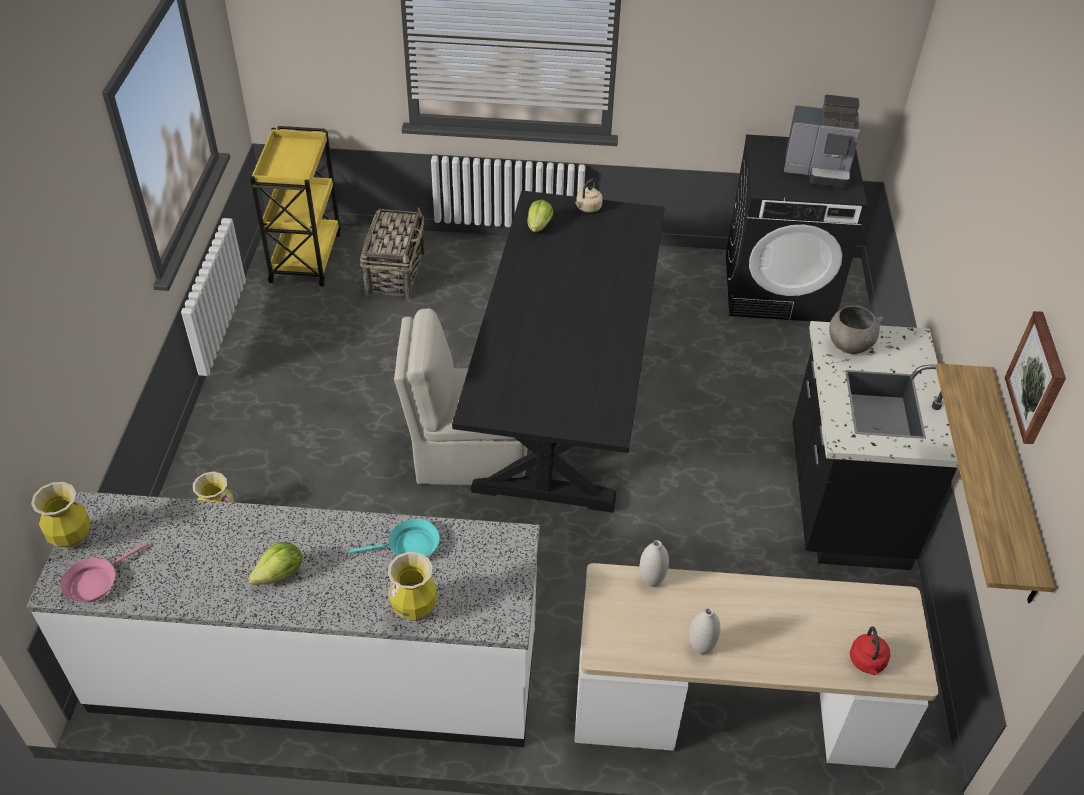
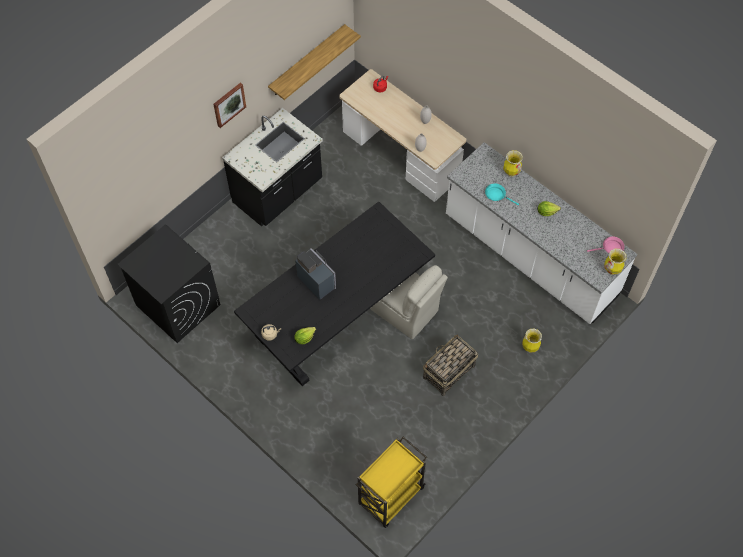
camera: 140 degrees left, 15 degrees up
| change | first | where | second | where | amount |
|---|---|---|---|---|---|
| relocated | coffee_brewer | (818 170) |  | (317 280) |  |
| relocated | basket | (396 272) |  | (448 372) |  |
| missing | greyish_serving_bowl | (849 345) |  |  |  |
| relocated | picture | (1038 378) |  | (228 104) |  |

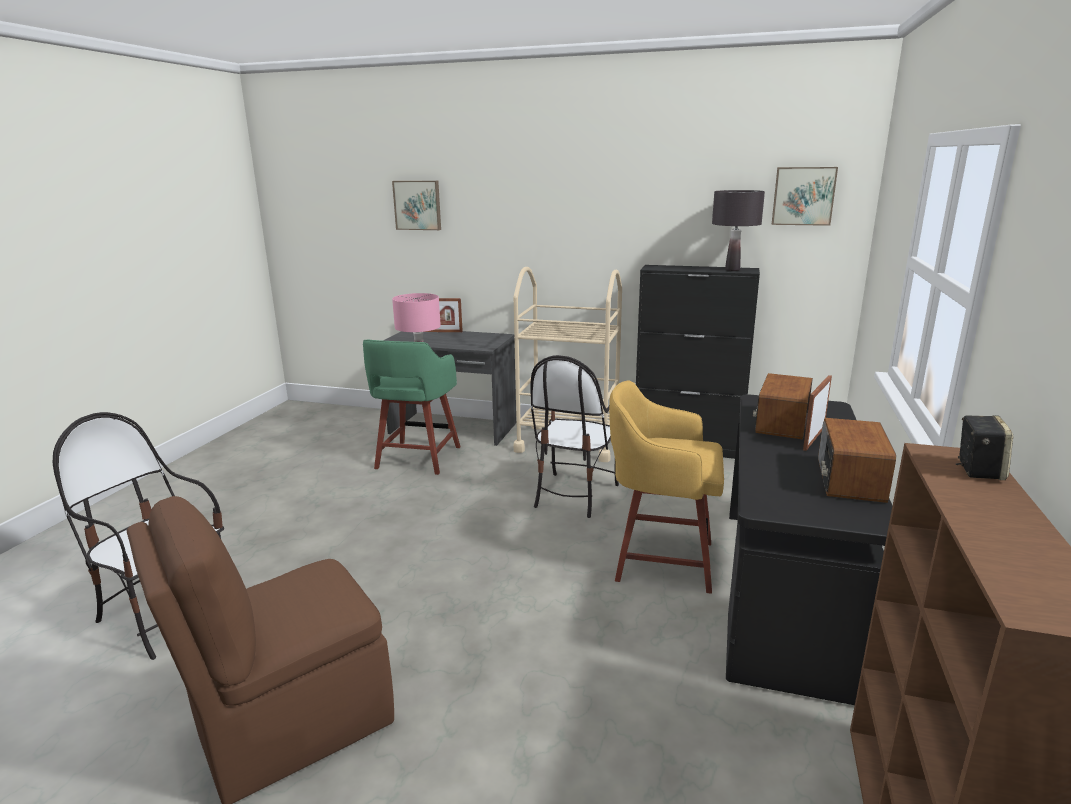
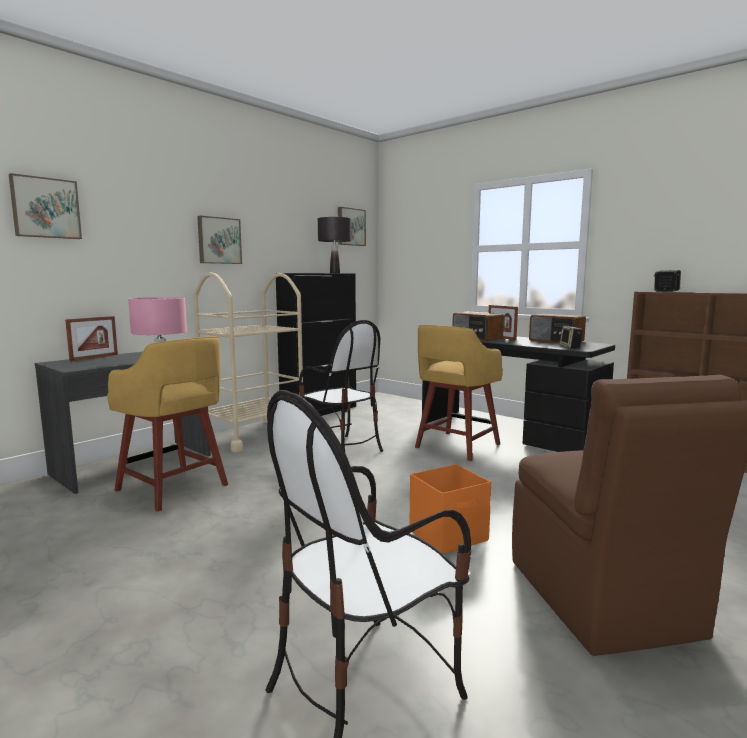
camera: 65 degrees left, 10 degrees down
| change | first | where | second | where | amount |
|---|---|---|---|---|---|
| colour | green-coloured_stool_seat | (417 459) | yellow-coloured_stool_seat | (173 489) |  |
| appeared |  |  | picture | (219 240) |  |
| appeared |  |  | audio_speaker | (571 347) |  |
| appeared |  |  | orangey_storage_box | (449 535) |  |

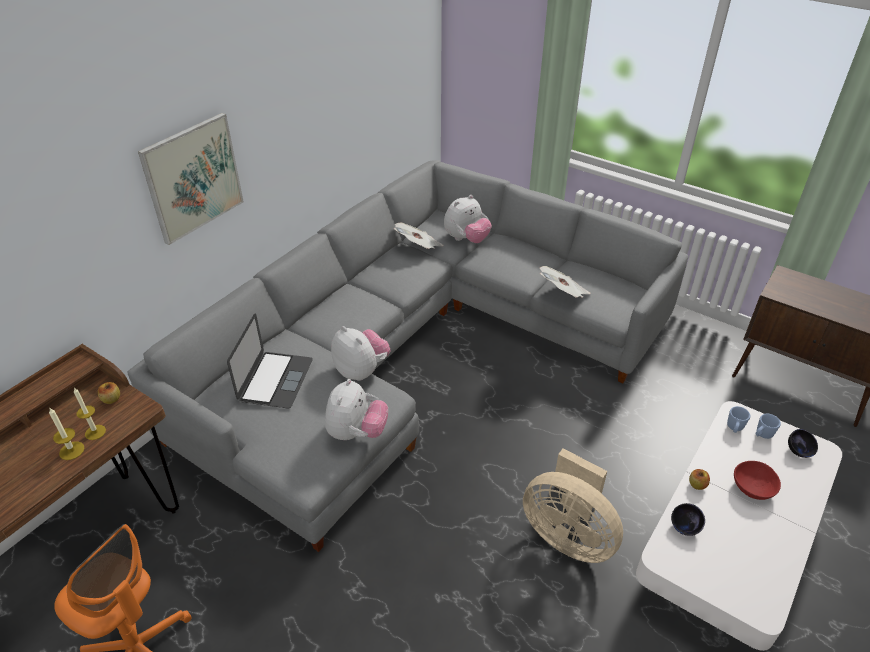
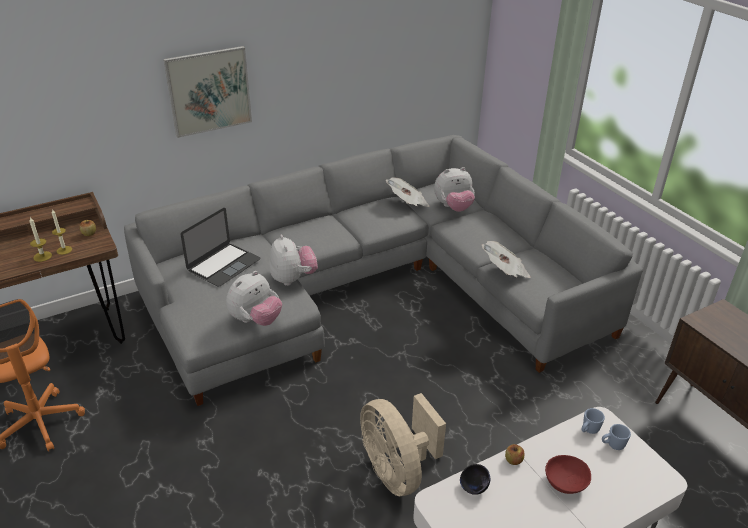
camera: 25 degrees right, 5 degrees down
| change | first | where | second | where | amount |
|---|---|---|---|---|---|
| missing | black-coloured_serving_bowl | (798 451) |  |  |  |

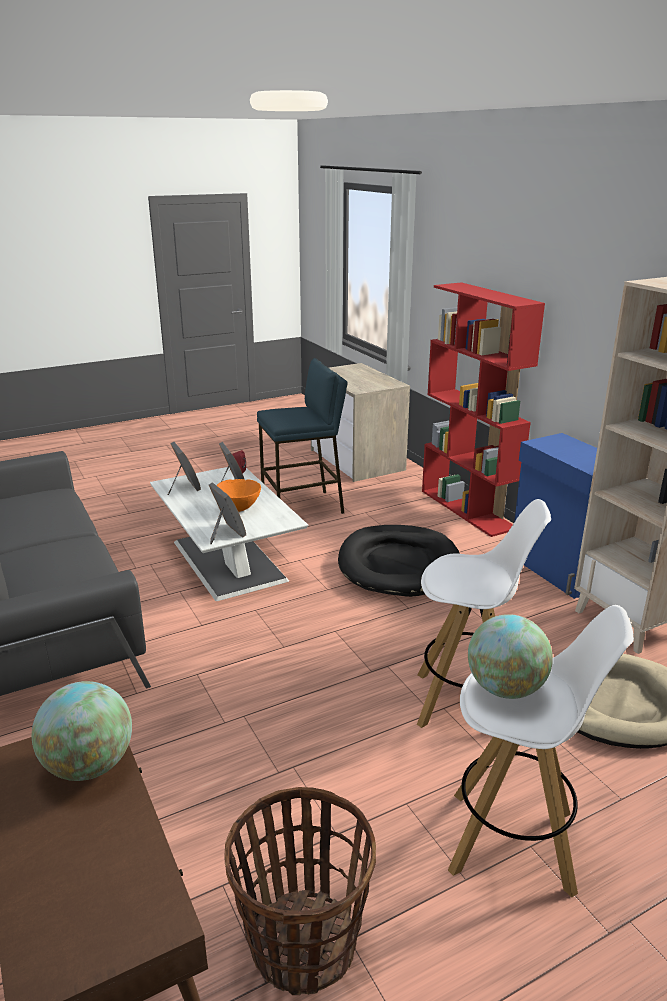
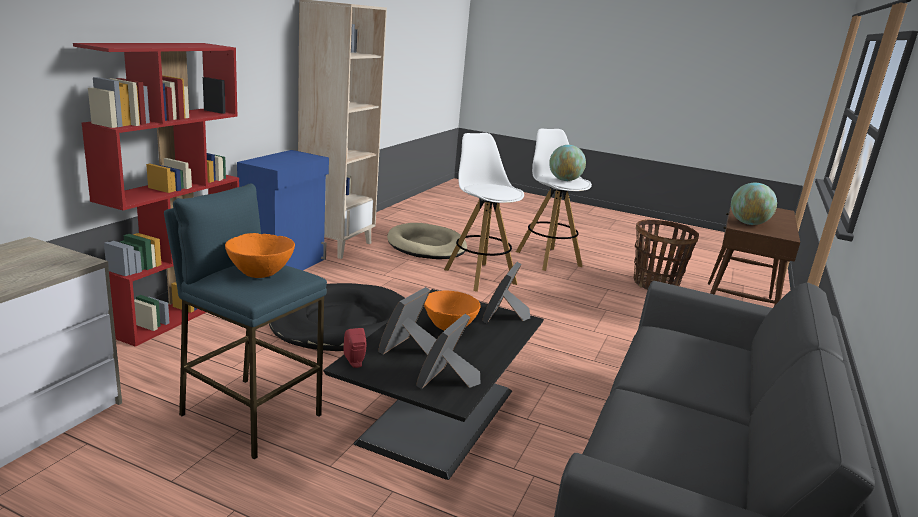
camera: 130 degrees left, 5 degrees down
| change | first | where | second | where | amount |
|---|---|---|---|---|---|
| colour | white-coloured_coffee_table | (227 559) | black-coloured_coffee_table | (438 417) |  |
| appeared |  |  | orangey_serving_bowl | (260 274) |  |

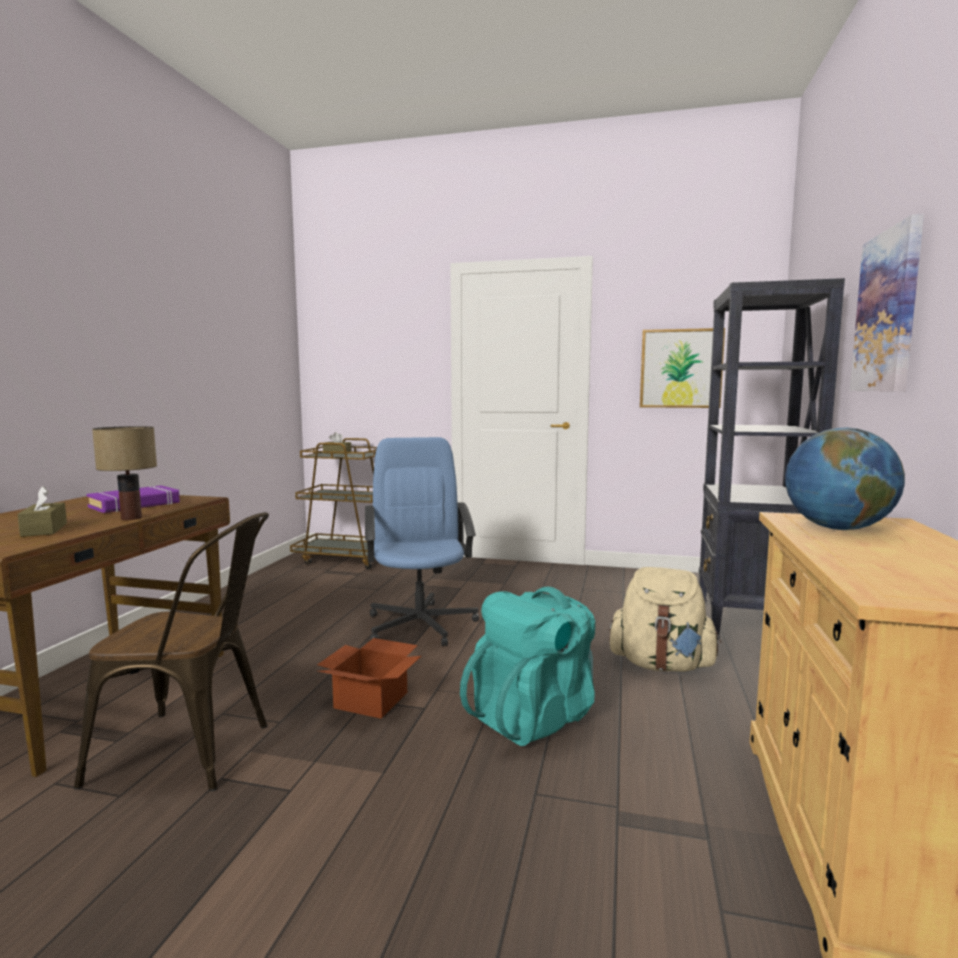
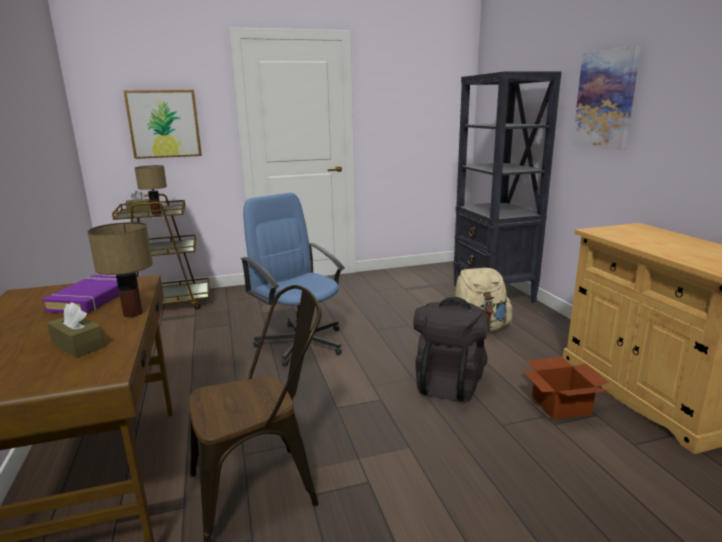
camera: 30 degrees left, 10 degrees up
| change | first | where | second | where | amount |
|---|---|---|---|---|---|
| relocated | picture | (681 368) |  | (164 124) |  |
| missing | desk_globe | (837 528) |  |  |  |
| colour | turquoise_rucksack | (534 716) | black-coloured_rucksack | (449 382) |  |
| relocated | cardboard_box | (373 699) |  | (561 404) |  |
| appeared |  |  | lamp_for_a_table | (156 213) |  |

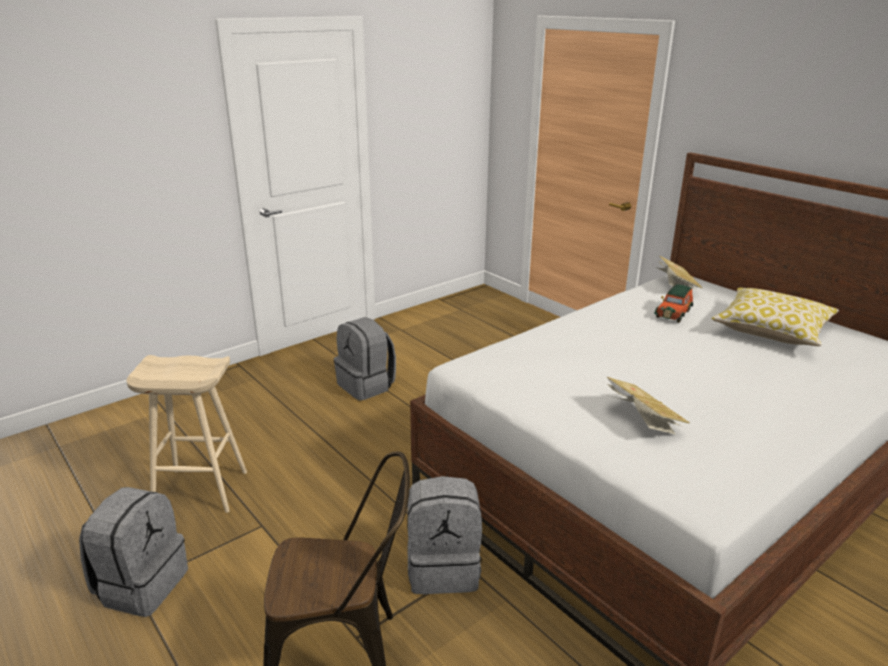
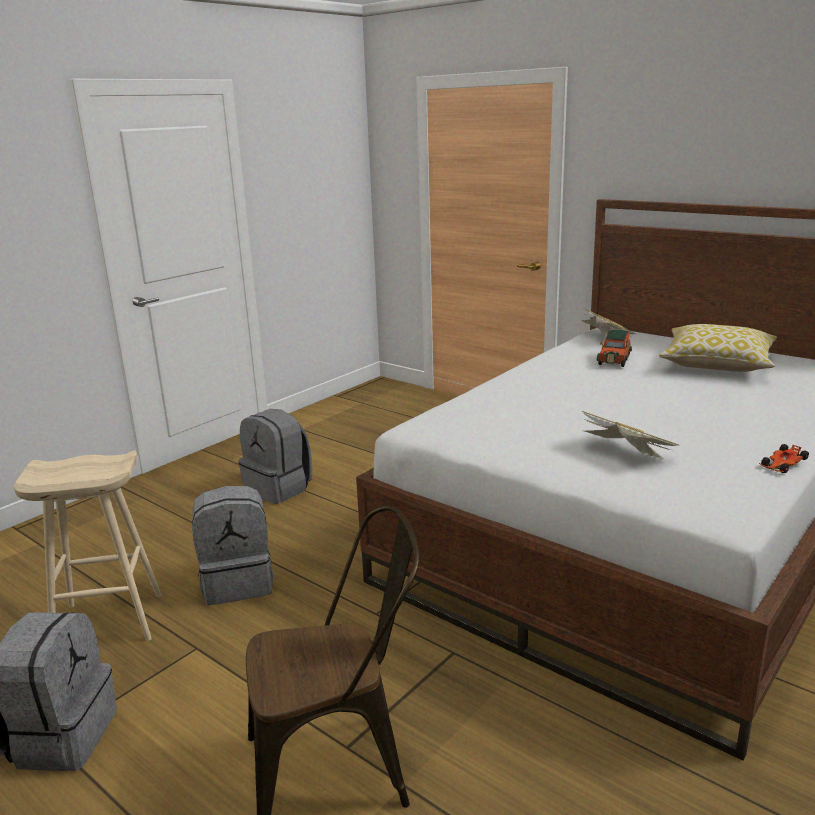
camera: 10 degrees left, 5 degrees down
| change | first | where | second | where | amount |
|---|---|---|---|---|---|
| relocated | greyish_rucksack | (443 568) |  | (238 582) |  |
| appeared |  |  | toy_car | (782 465) |  |

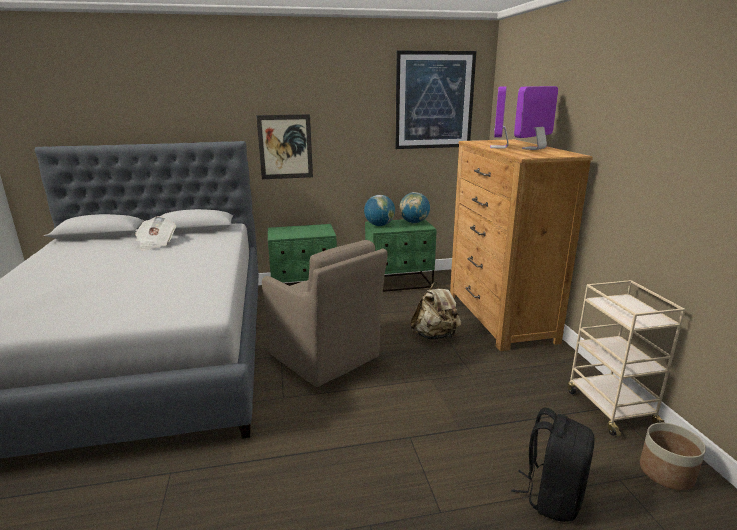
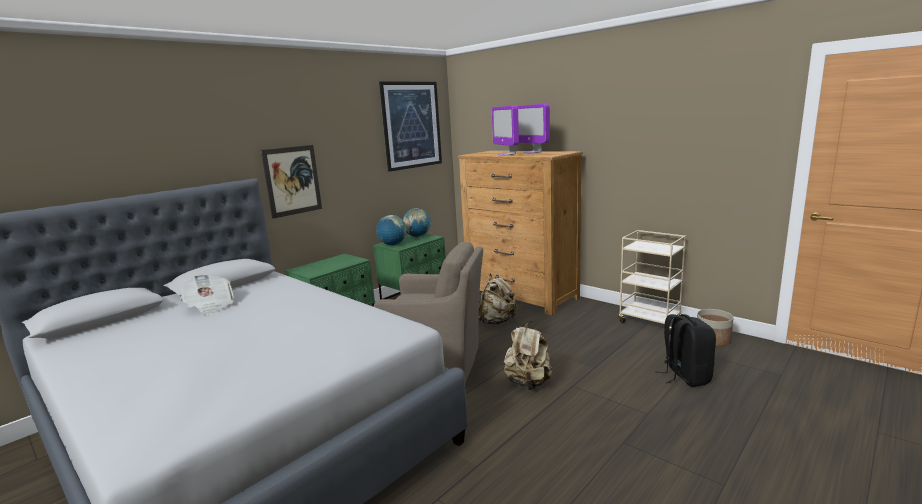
camera: 35 degrees left, 5 degrees down
| change | first | where | second | where | amount |
|---|---|---|---|---|---|
| spun | computer_display | (533 149) |  | (532 152) | 45 degrees counterclockwise |
| appeared |  |  | beige_rucksack | (528 383) |  |

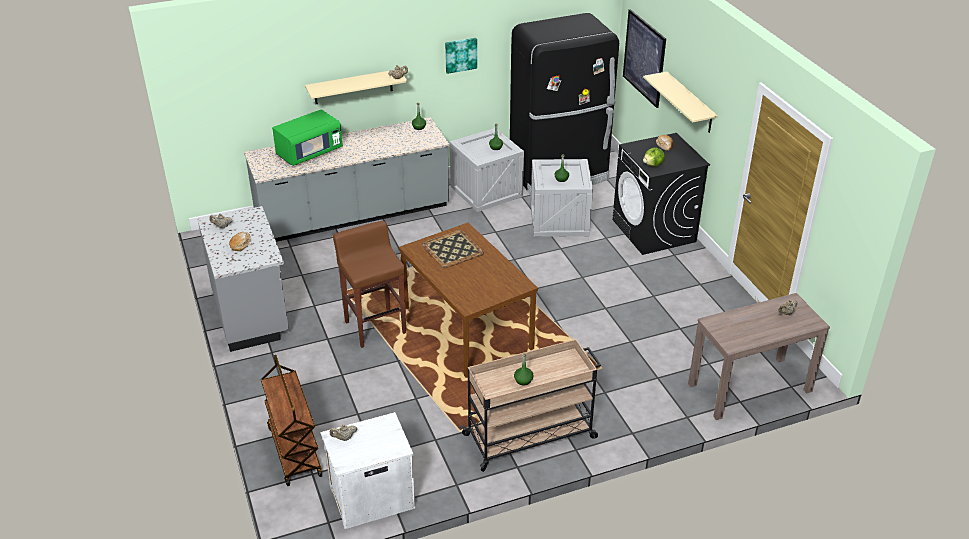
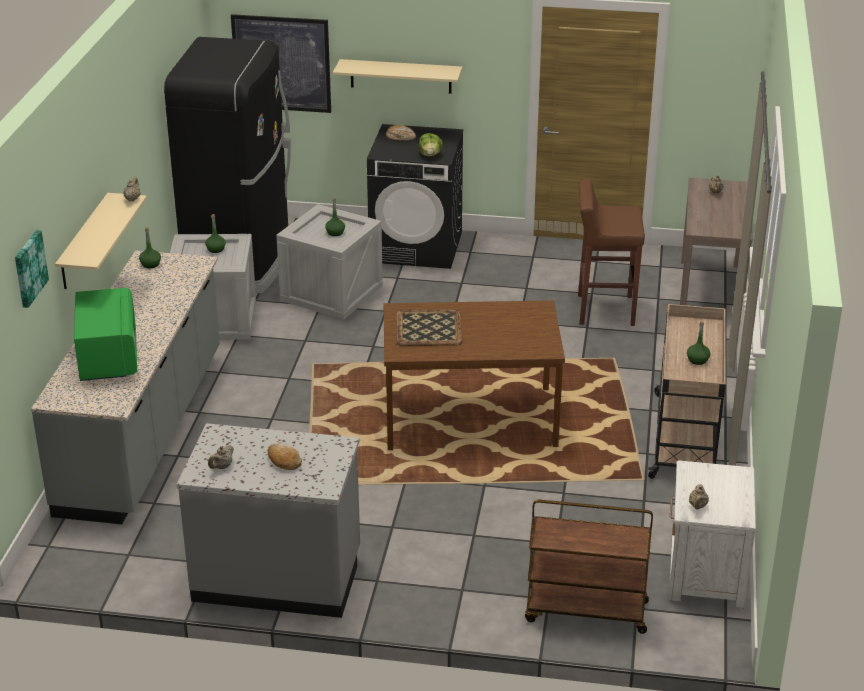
camera: 60 degrees left, 5 degrees down
| change | first | where | second | where | amount |
|---|---|---|---|---|---|
| relocated | picture | (460 54) |  | (29 268) |  |
| relocated | brownish_stool_seat | (375 327) |  | (604 310) |  |

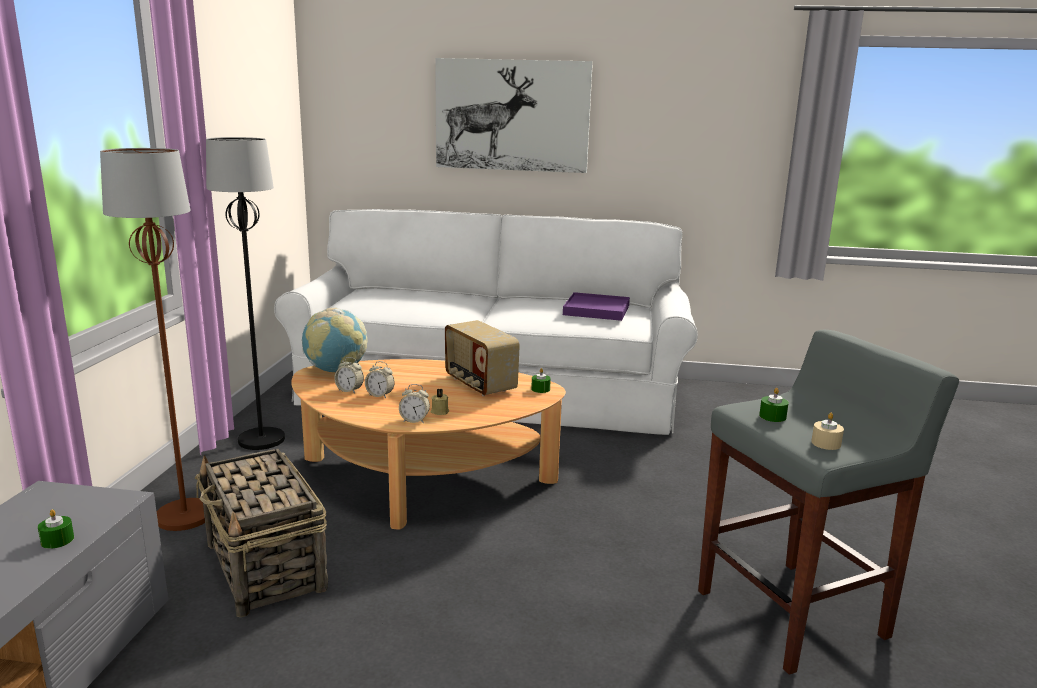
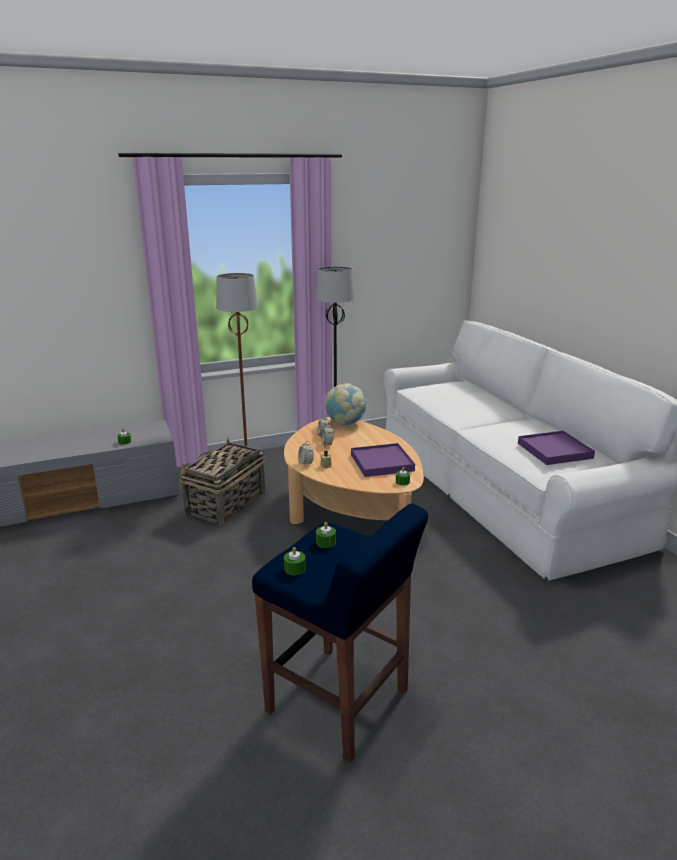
camera: 60 degrees right, 5 degrees up
| change | first | where | second | where | amount |
|---|---|---|---|---|---|
| missing | picture | (512 115) |  |  |  |
| exchanged | radio | (479 384) | purple-coloured_serving_tray | (382 463) |  |
| colour | greyish_stool_seat | (794 614) | blue-coloured_stool_seat | (339 702) |  |
| colour | beige_wax_candle | (826 443) | green-coloured_wax_candle | (294 568) |  |

